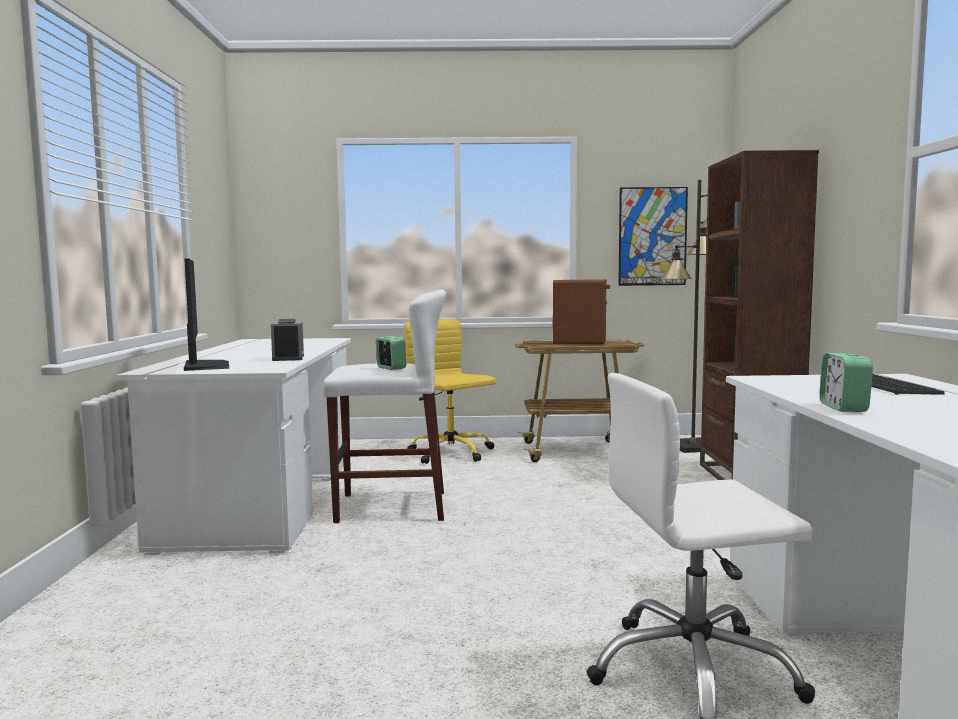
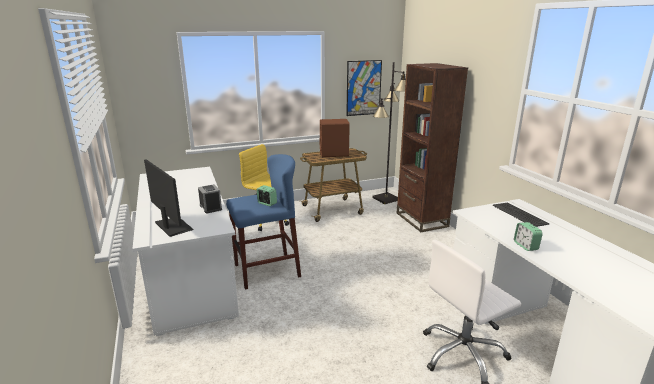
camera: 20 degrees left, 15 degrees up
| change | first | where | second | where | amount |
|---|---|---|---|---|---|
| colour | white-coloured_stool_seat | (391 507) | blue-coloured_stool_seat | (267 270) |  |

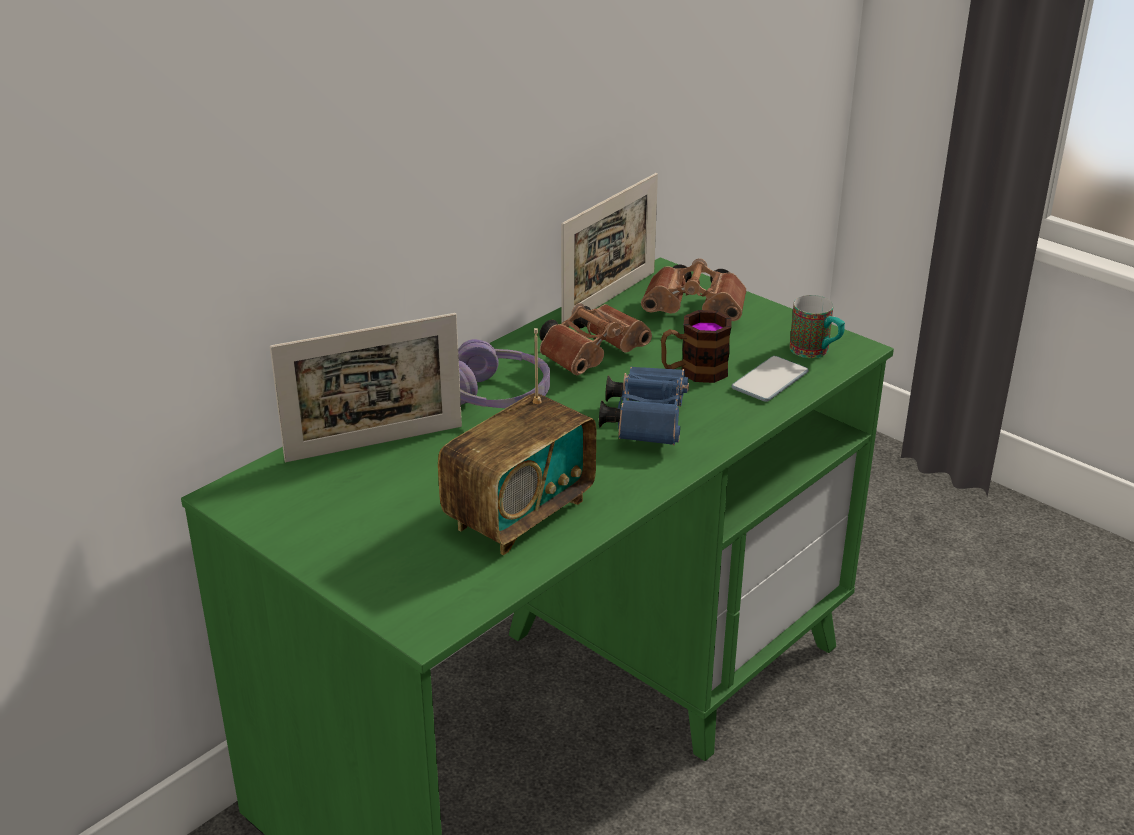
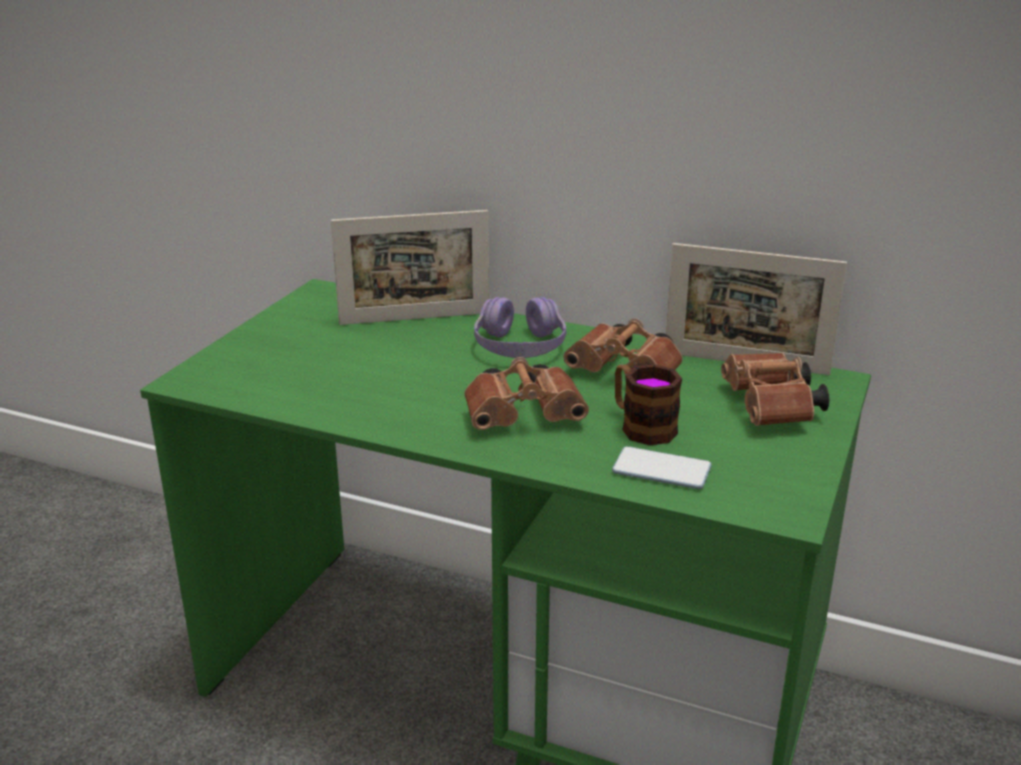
camera: 70 degrees right, 5 degrees down
| change | first | where | second | where | amount |
|---|---|---|---|---|---|
| missing | tea_mug | (816 352) |  |  |  |
| spun | picture_frame | (374 443) |  | (414 318) | 60 degrees counterclockwise |
| missing | radio | (519 514) |  |  |  |
| colour | blue-coloured_binoculars | (646 421) | brownish_binoculars | (527 417) |  |

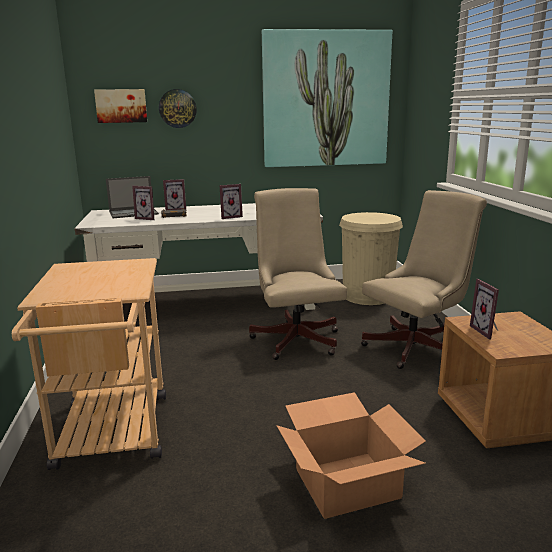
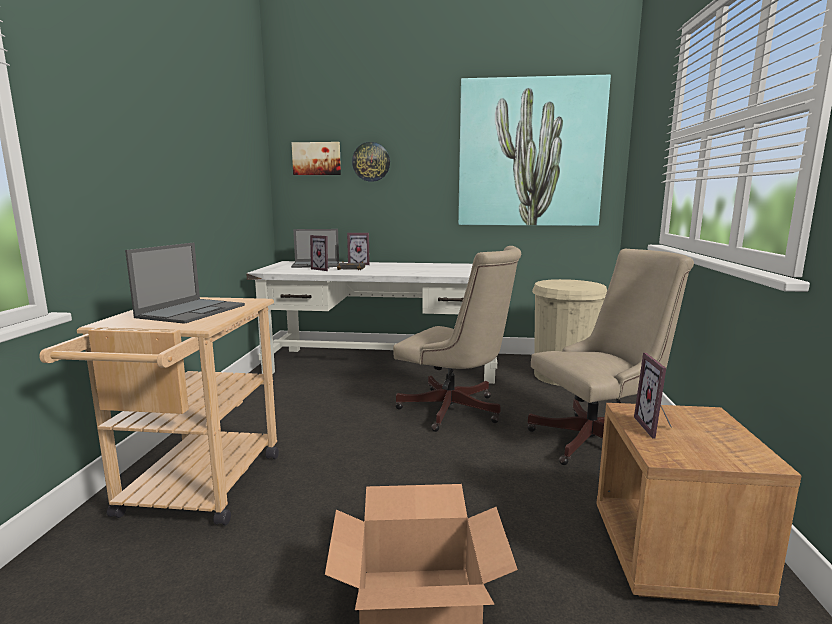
camera: 15 degrees right, 5 degrees down
| change | first | where | second | where | amount |
|---|---|---|---|---|---|
| missing | picture_frame | (230 217) |  |  |  |
| spun | beige_desk_chair | (296 338) |  | (456 412) | 120 degrees clockwise |
| appeared |  |  | portable_computer | (192 311) |  |

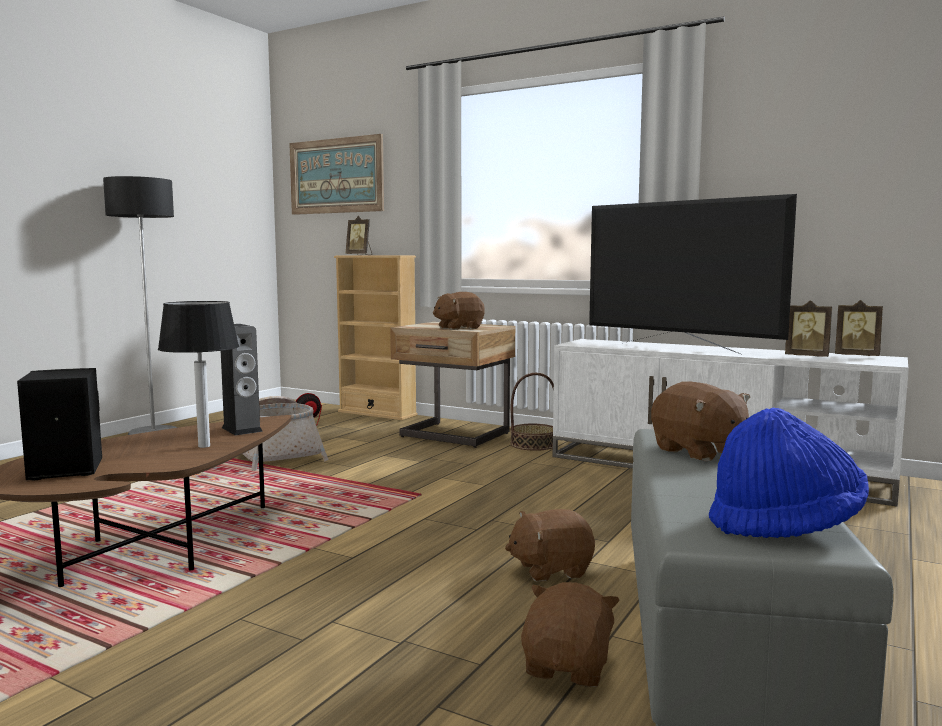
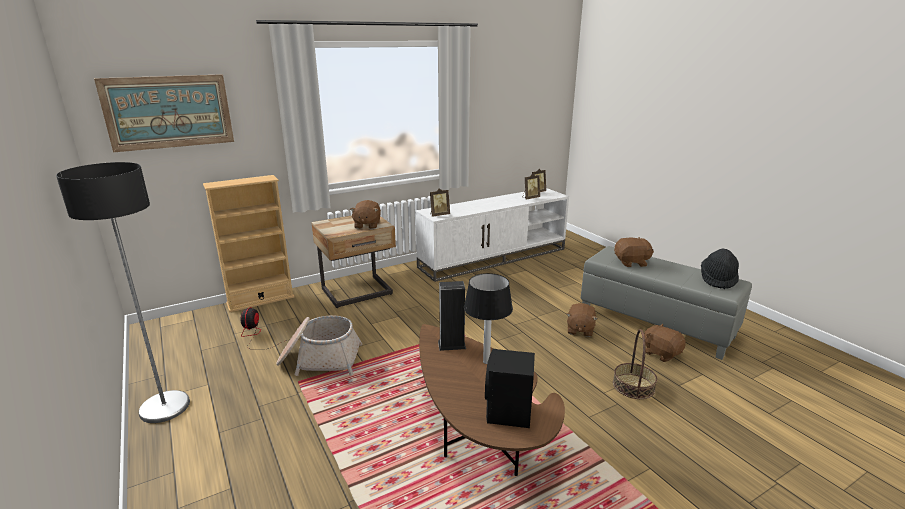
camera: 60 degrees left, 15 degrees up
| change | first | where | second | where | amount |
|---|---|---|---|---|---|
| missing | TV | (679 348) |  |  |  |
| relocated | picture_frame | (360 255) |  | (439 215) |  |
| relocated | basket | (533 444) |  | (633 386) |  |
| colour | blue-coloured_wearable_hat | (785 525) | black-coloured_wearable_hat | (718 280) |  |

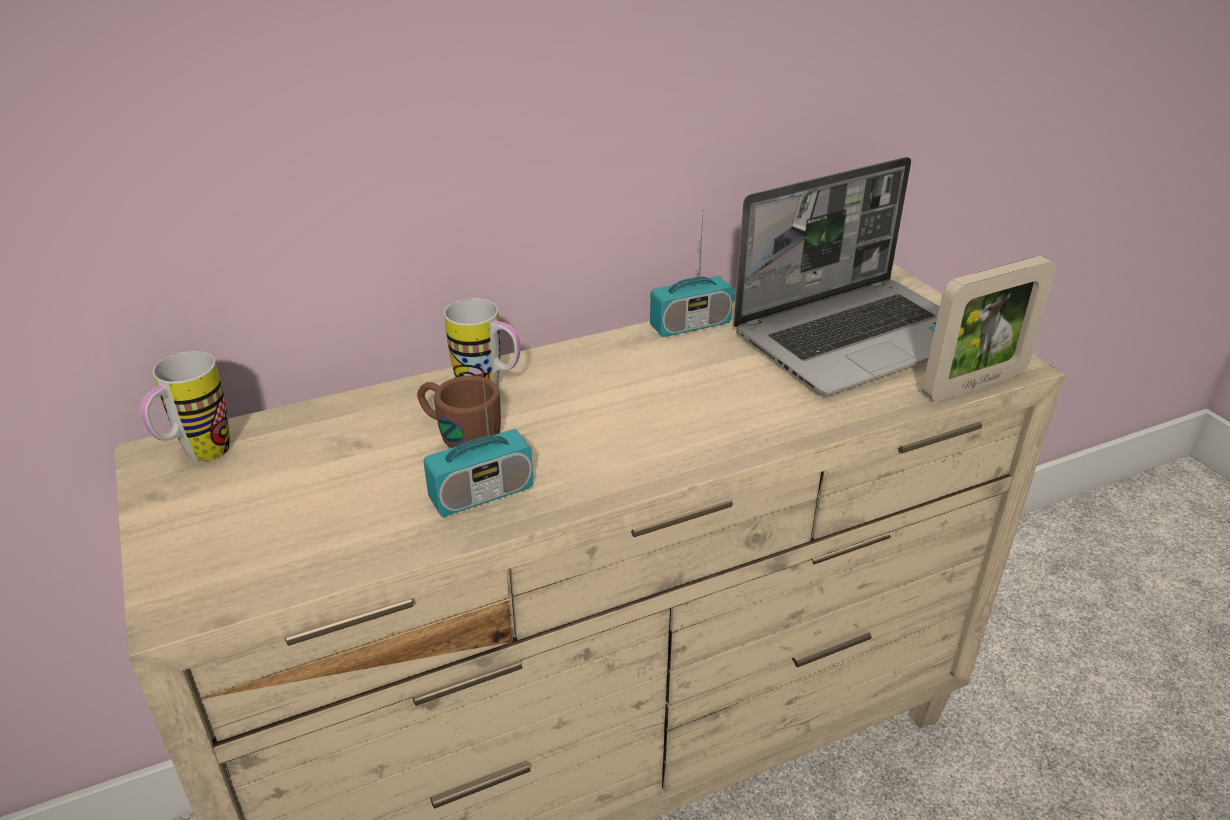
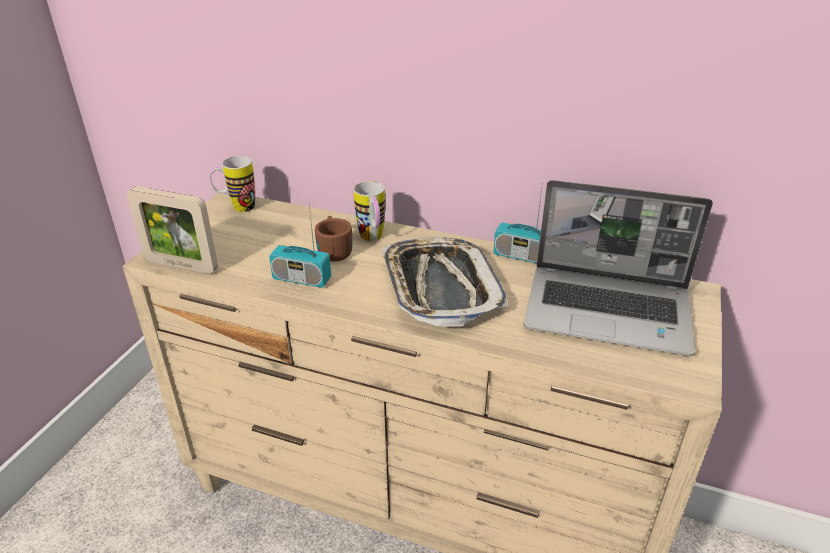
camera: 45 degrees right, 0 degrees up
| change | first | where | second | where | amount |
|---|---|---|---|---|---|
| relocated | picture_frame | (974 384) |  | (181 265) |  |
| appeared |  |  | serving_tray | (440 287) |  |

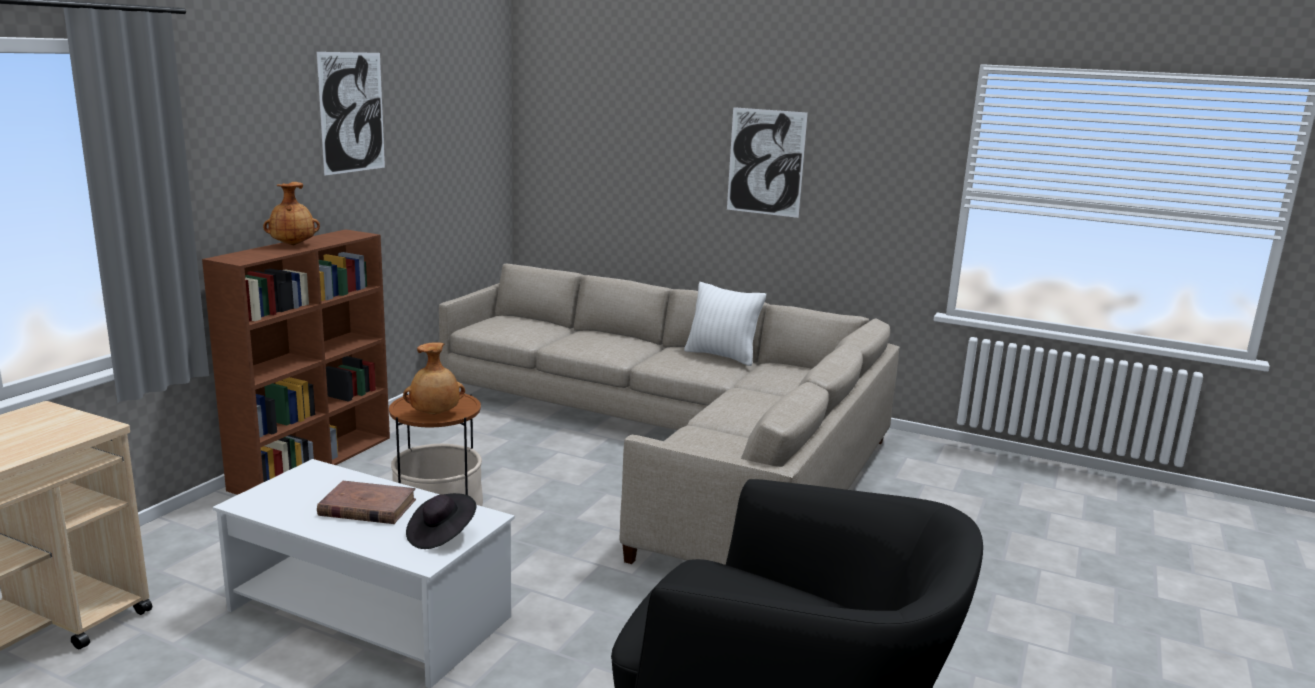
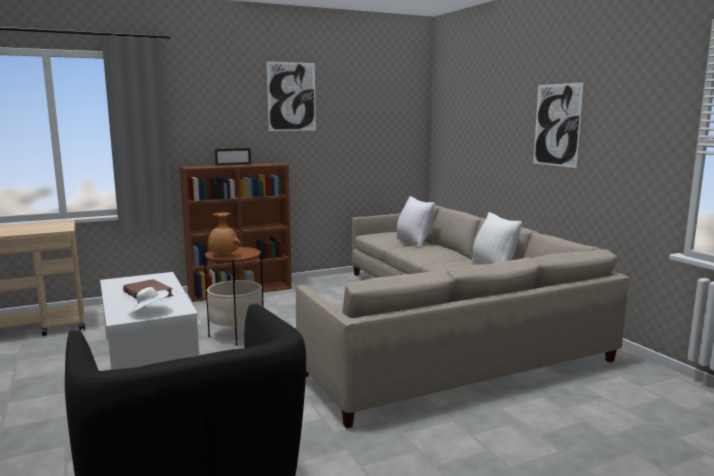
camera: 40 degrees right, 5 degrees down
| change | first | where | second | where | amount |
|---|---|---|---|---|---|
| exchanged | brownish_flower_vase | (293 245) | picture_frame | (233 165) |  |
| colour | black-coloured_wearable_hat | (441 535) | white-coloured_wearable_hat | (148 311) |  |
| appeared |  |  | white-coloured_throw_pillow | (413 242) |  |

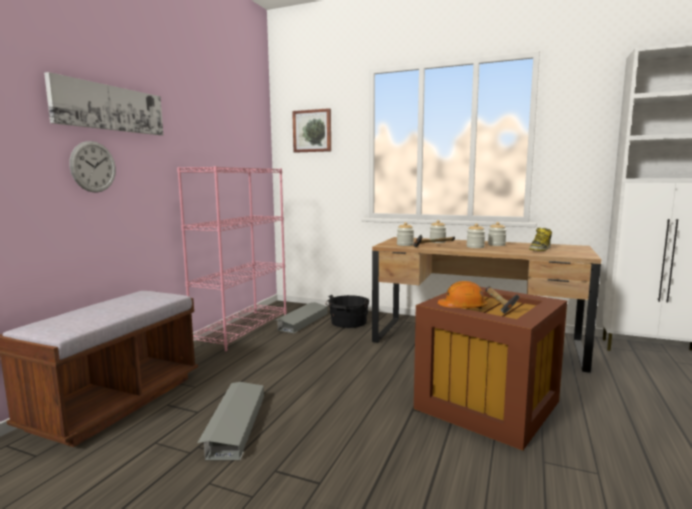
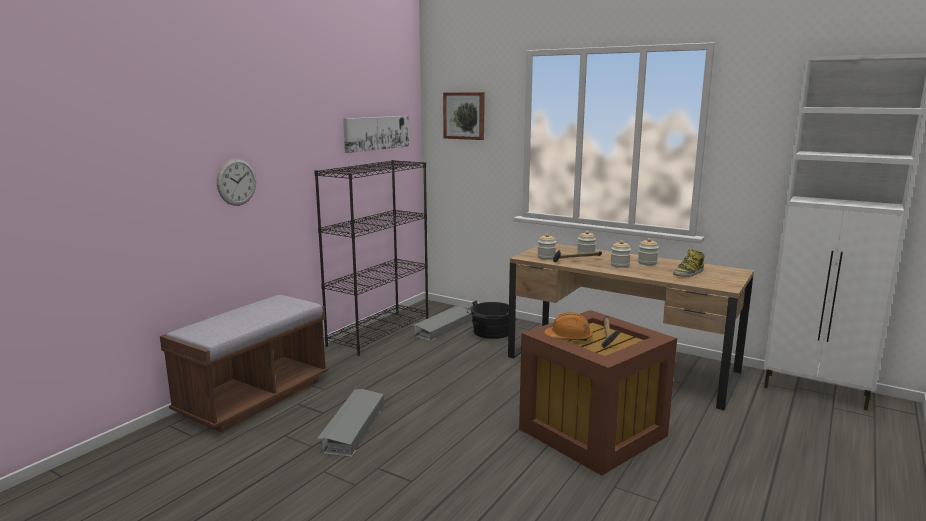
camera: 10 degrees right, 5 degrees up
| change | first | where | second | where | amount |
|---|---|---|---|---|---|
| relocated | picture | (109 108) |  | (376 133) |  |
| colour | pink_shelving_unit | (242 329) | black-coloured_shelving_unit | (379 332) |  |

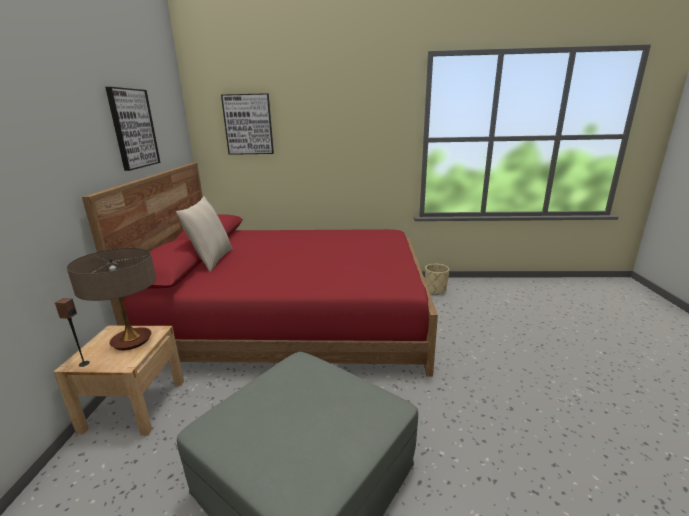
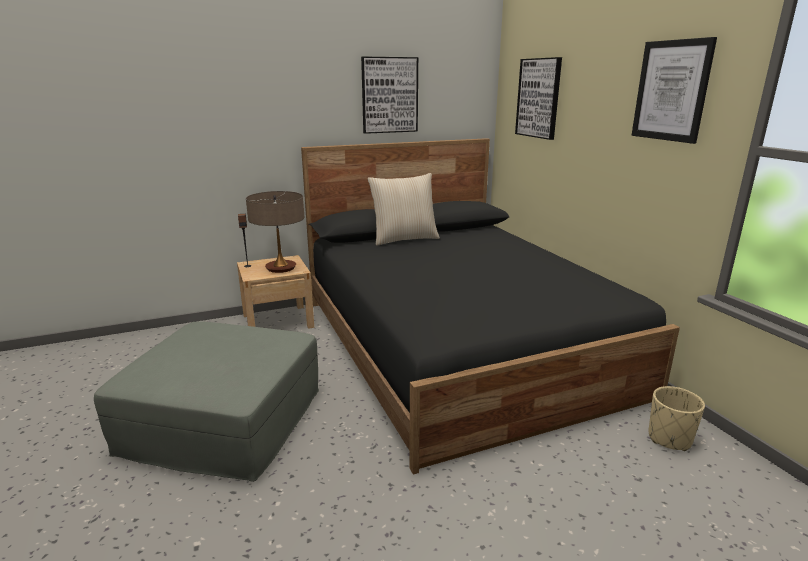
camera: 65 degrees right, 0 degrees up
| change | first | where | second | where | amount |
|---|---|---|---|---|---|
| colour | reddish_bedroom_bed | (296 317) | black-coloured_bedroom_bed | (457 344) |  |
| appeared |  |  | picture | (671 91) |  |

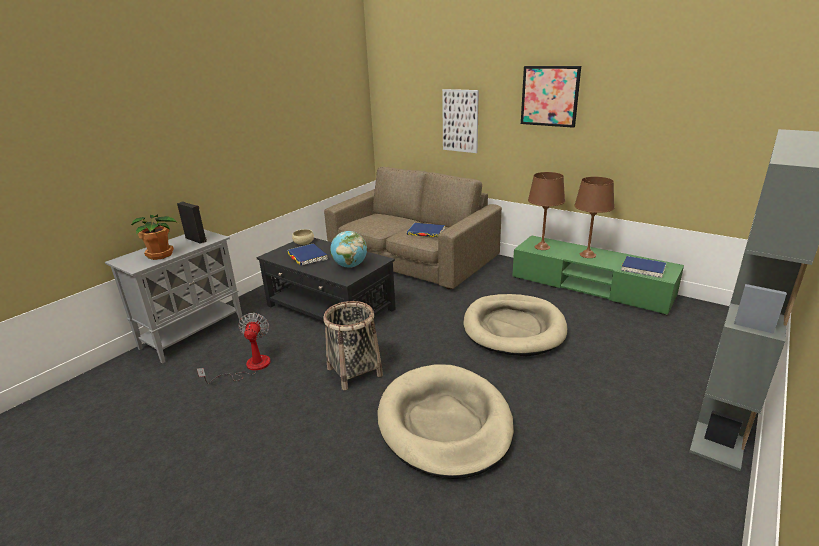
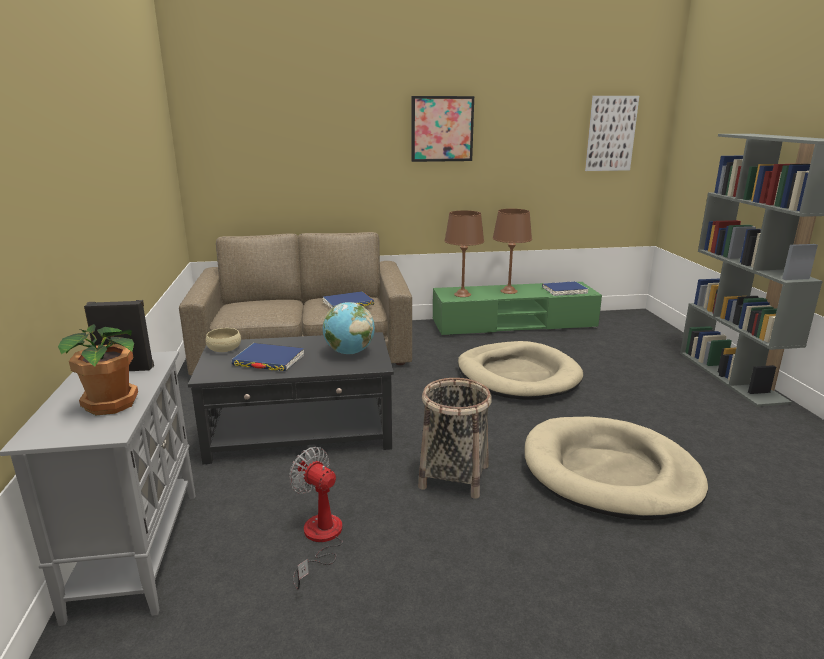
camera: 45 degrees left, 5 degrees down
| change | first | where | second | where | amount |
|---|---|---|---|---|---|
| relocated | picture | (460 121) |  | (611 133) |  |

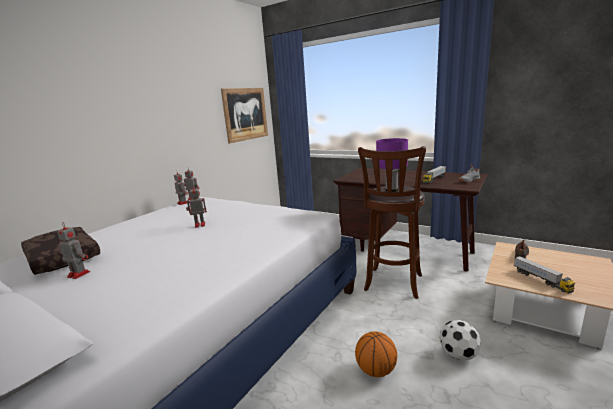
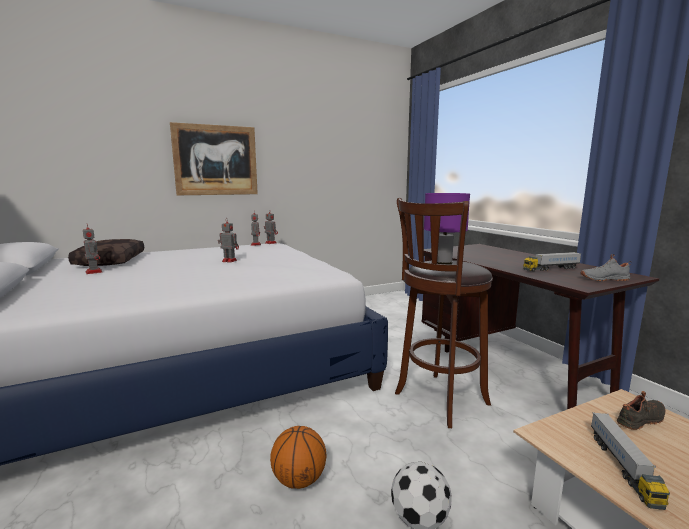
camera: 30 degrees right, 5 degrees down
| change | first | where | second | where | amount |
|---|---|---|---|---|---|
| relocated | picture | (245 114) |  | (216 160) |  |

